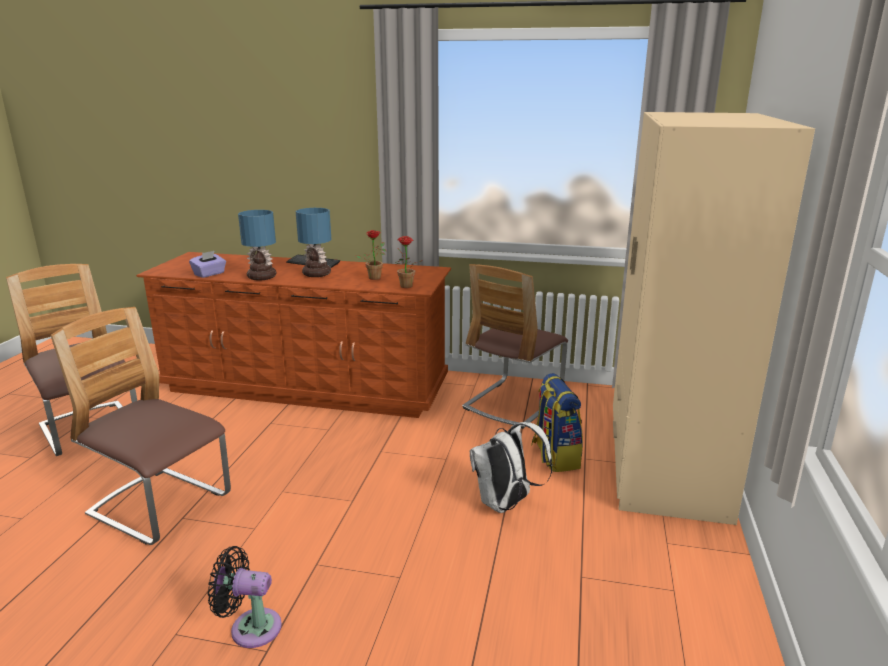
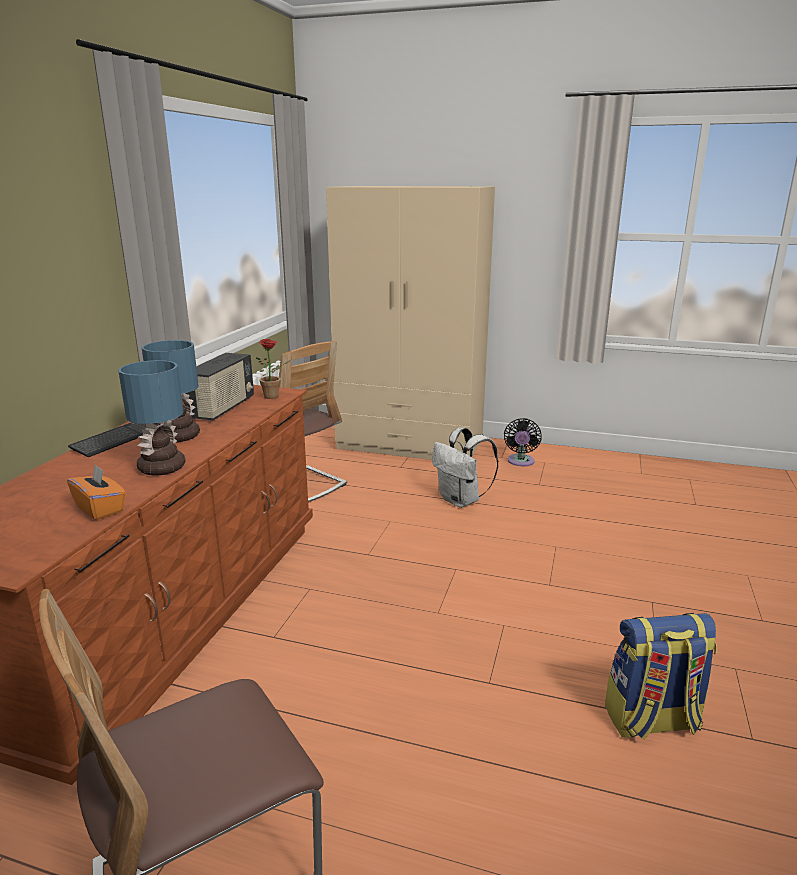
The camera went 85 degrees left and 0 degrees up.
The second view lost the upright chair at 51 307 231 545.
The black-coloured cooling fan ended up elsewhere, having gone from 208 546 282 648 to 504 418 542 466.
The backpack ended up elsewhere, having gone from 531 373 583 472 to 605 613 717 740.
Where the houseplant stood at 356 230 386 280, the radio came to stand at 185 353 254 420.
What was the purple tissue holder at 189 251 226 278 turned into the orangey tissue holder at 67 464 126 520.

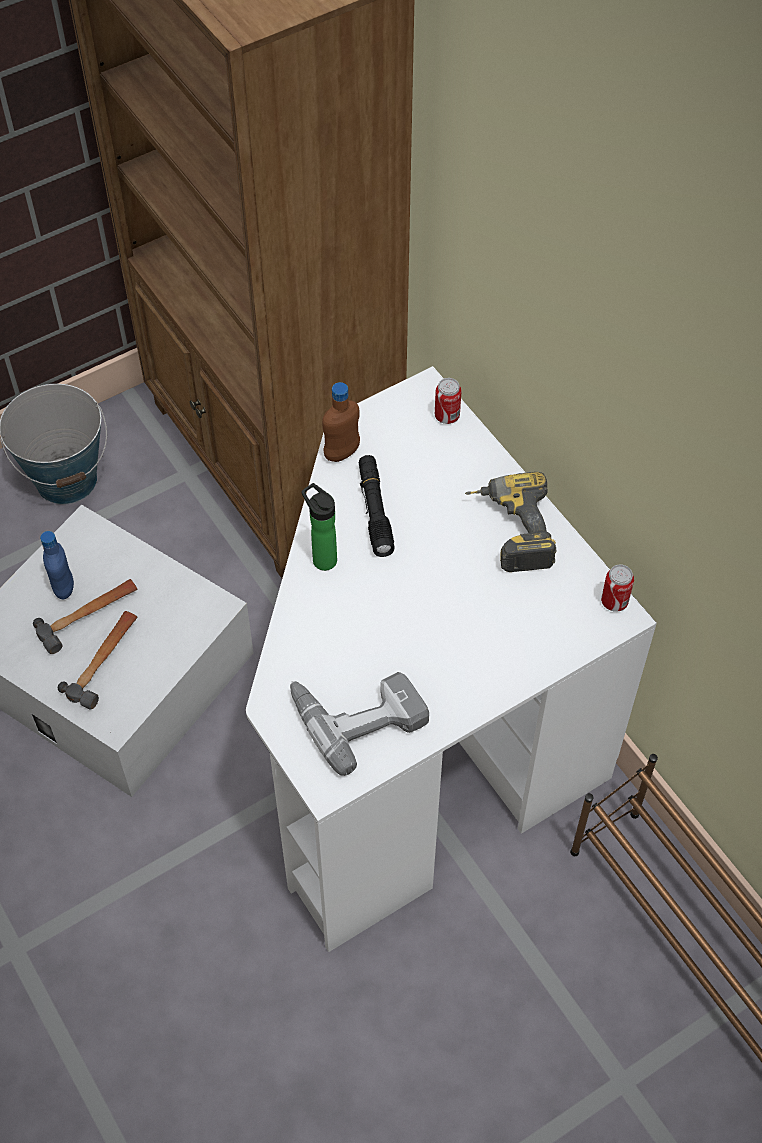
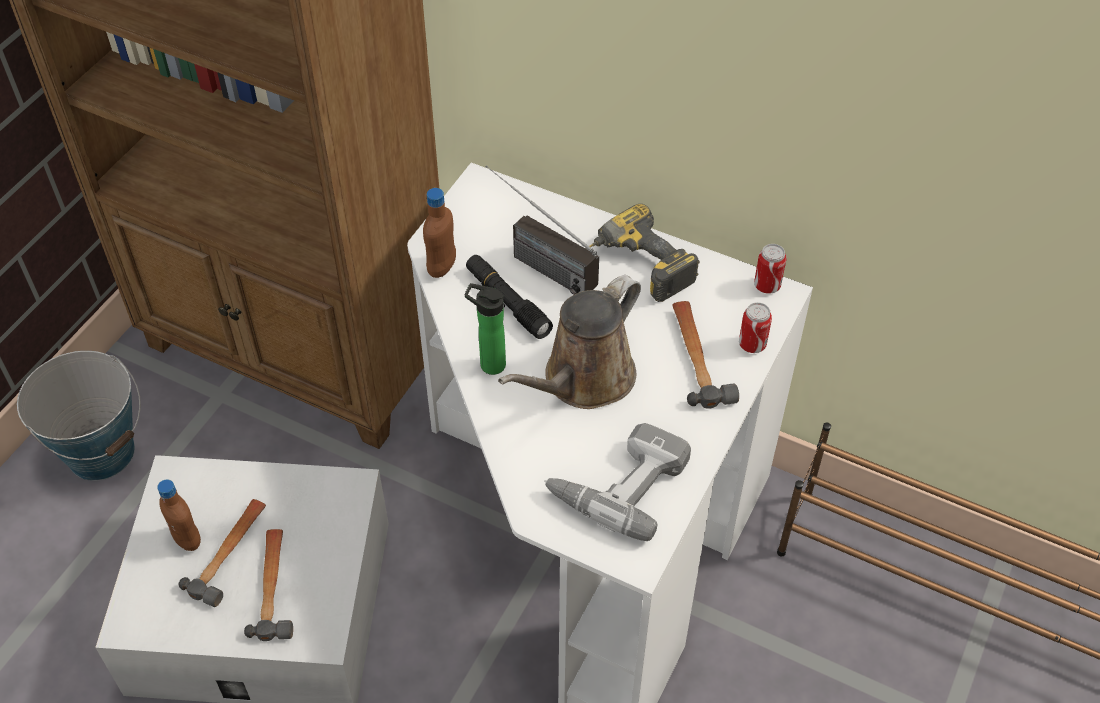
The camera went 30 degrees left and 5 degrees down.
The second view gained the radio at 486 166 599 295.
The second view gained the brown watering can at 498 275 641 409.
The second view gained the hammer at 672 301 739 409.
The metal can ended up elsewhere, having gone from 435 378 462 424 to 739 302 772 353.
What was the blue-coloured beverage bottle at 40 531 74 599 turned into the brown beverage bottle at 157 479 201 551.

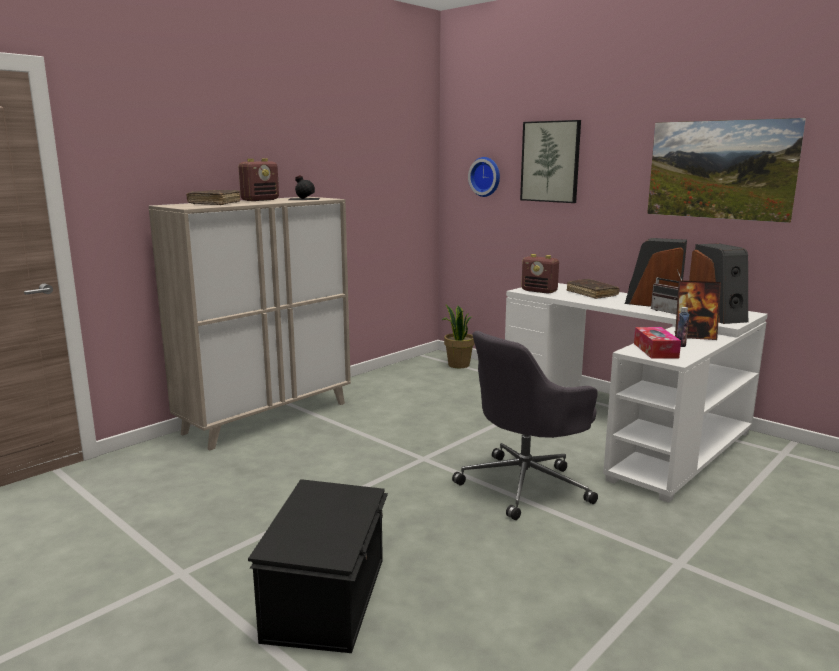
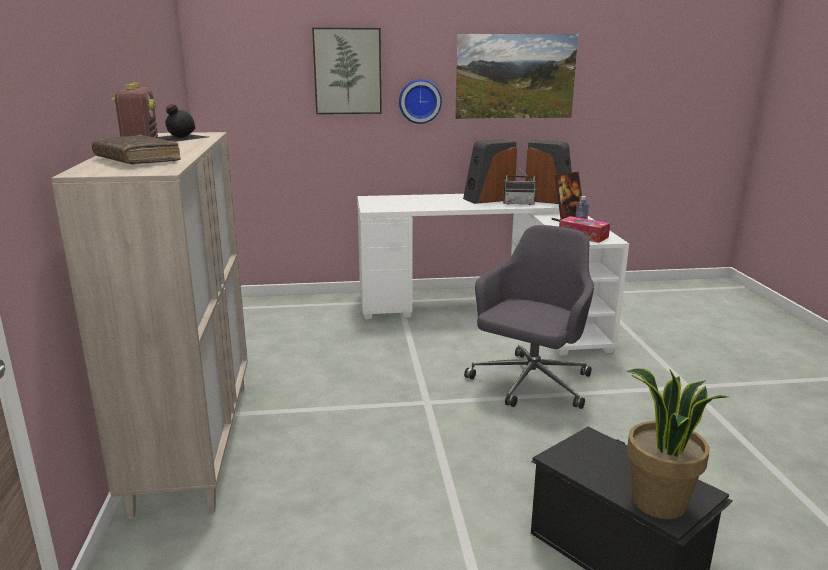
The camera went 50 degrees left and 5 degrees up.
The second view lost the radio at 521 254 559 294.
The second view lost the brown bound book at 567 279 619 299.
The houseplant ended up elsewhere, having gone from 442 305 475 368 to 627 368 728 519.
The clock on the wall ended up elsewhere, having gone from 468 157 500 197 to 399 79 442 124.
The grey desk chair at 452 331 598 520 ended up facing another way, 150 degrees counterclockwise from before.

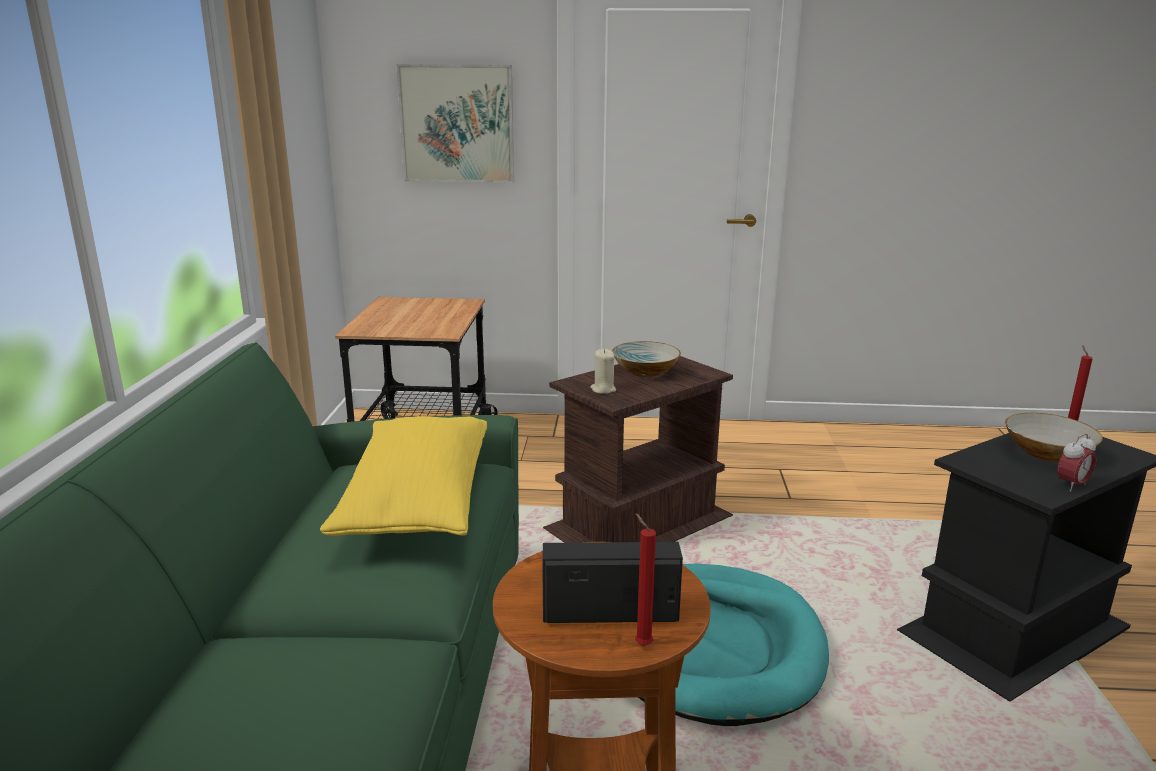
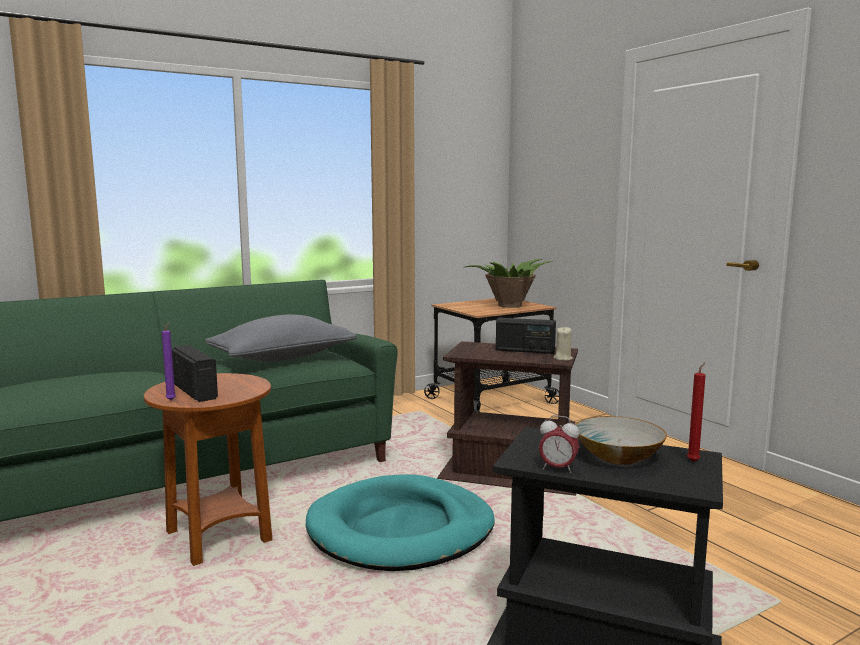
The camera went 55 degrees right and 10 degrees down.
The second view lost the wall art at 397 64 514 183.
The second view gained the houseplant at 465 259 553 308.
The beige candle ended up elsewhere, having gone from 590 349 616 394 to 553 327 573 361.
Where the serving bowl stood at 612 341 681 377, the radio came to stand at 496 318 556 354.
What was the yellow cushion at 320 416 487 536 turned into the grey cushion at 205 314 357 362.
What was the reddish candle at 635 513 656 646 turned into the purple candle at 162 322 176 400.

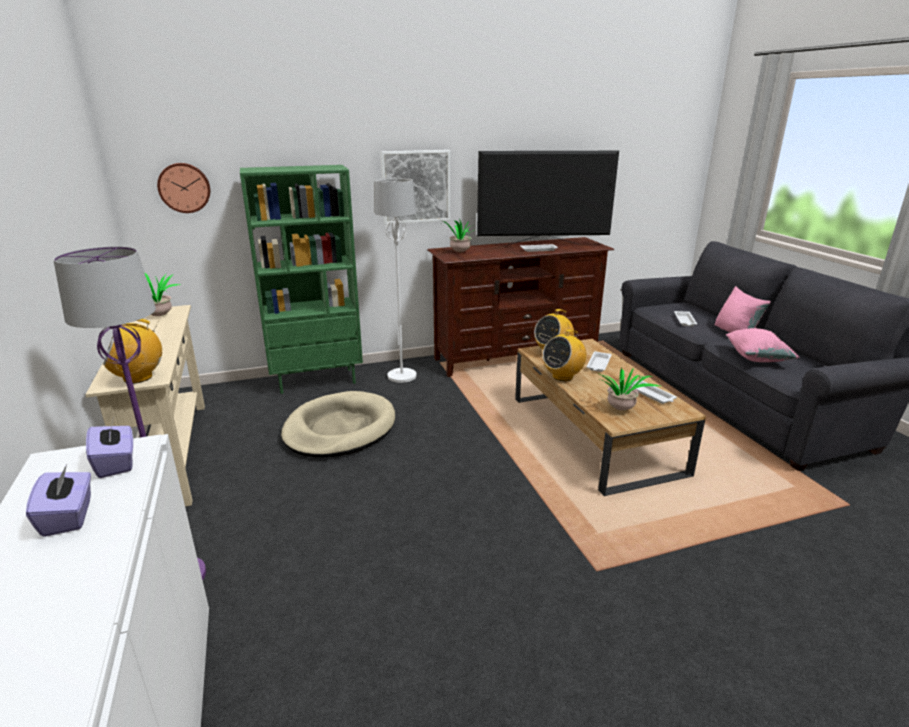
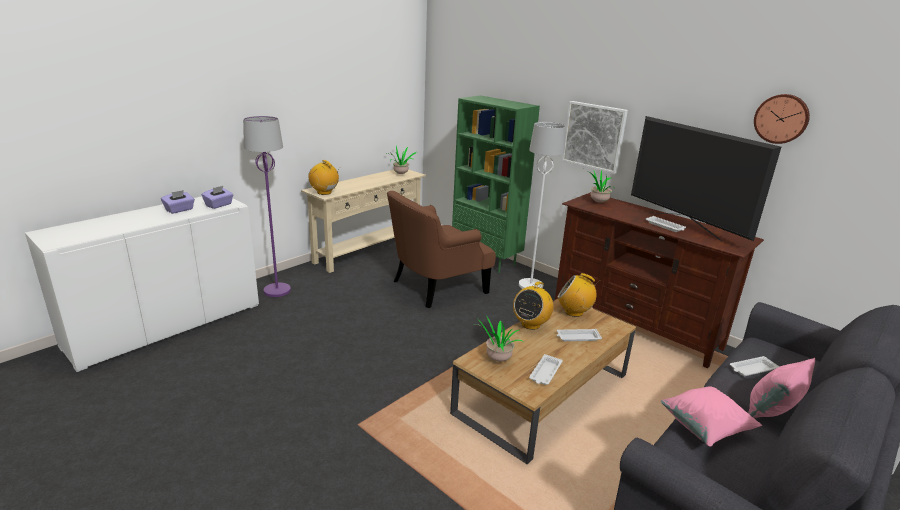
The camera went 60 degrees right and 0 degrees up.
The clock on the wall ended up elsewhere, having gone from 157 163 210 213 to 754 94 810 144.
Where the beige pet bed stood at 281 391 395 458, the brown lounge chair came to stand at 387 191 496 308.
The radio at 543 329 587 381 ended up facing another way, 75 degrees counterclockwise from before.

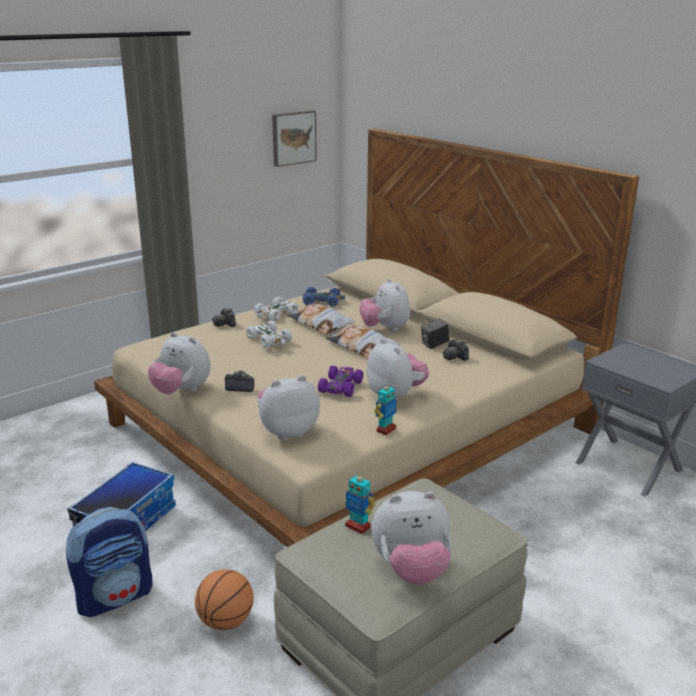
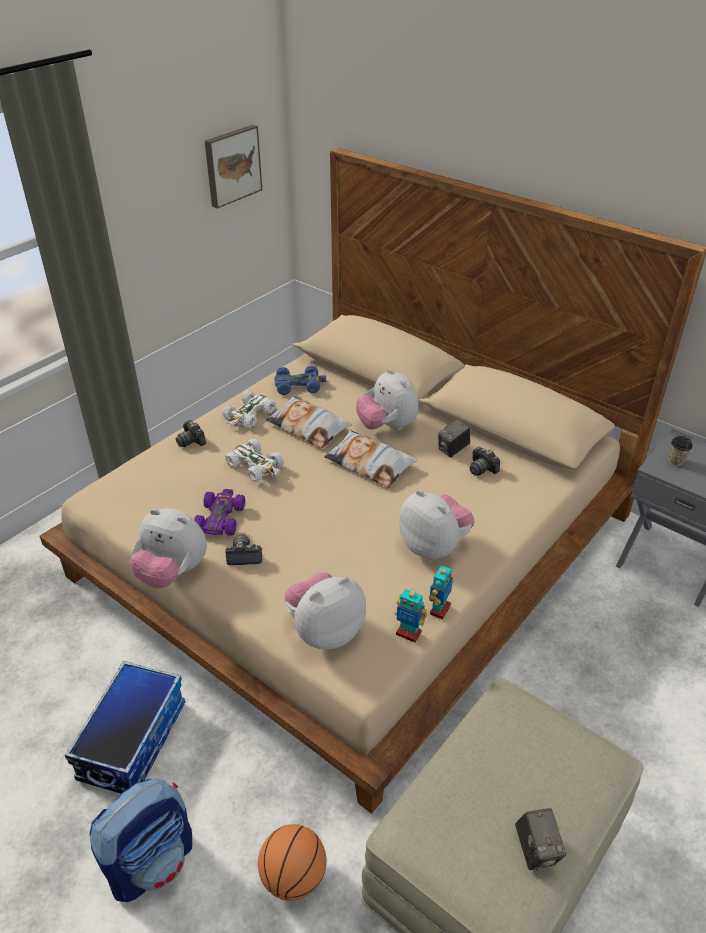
The camera went 10 degrees left and 15 degrees up.
The second view gained the small cup at 668 436 692 466.
The purple miniature car ended up elsewhere, having gone from 318 366 363 397 to 194 489 245 536.
The toy robot ended up elsewhere, having gone from 344 471 375 534 to 394 588 427 643.
Where the plush toy stood at 371 491 452 585, the photo camera came to stand at 515 808 567 871.

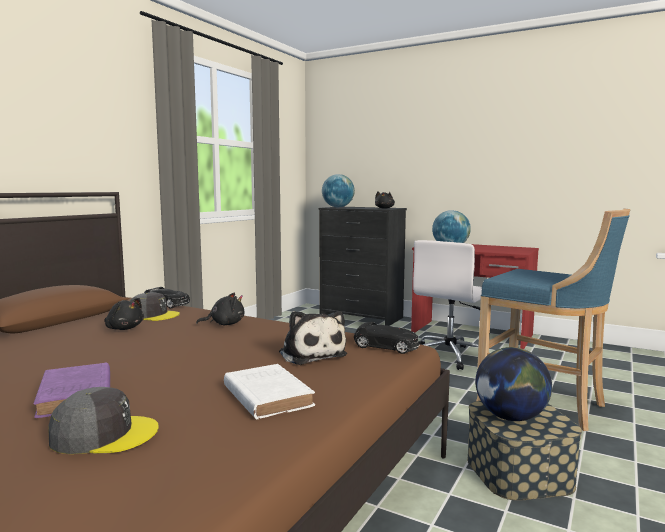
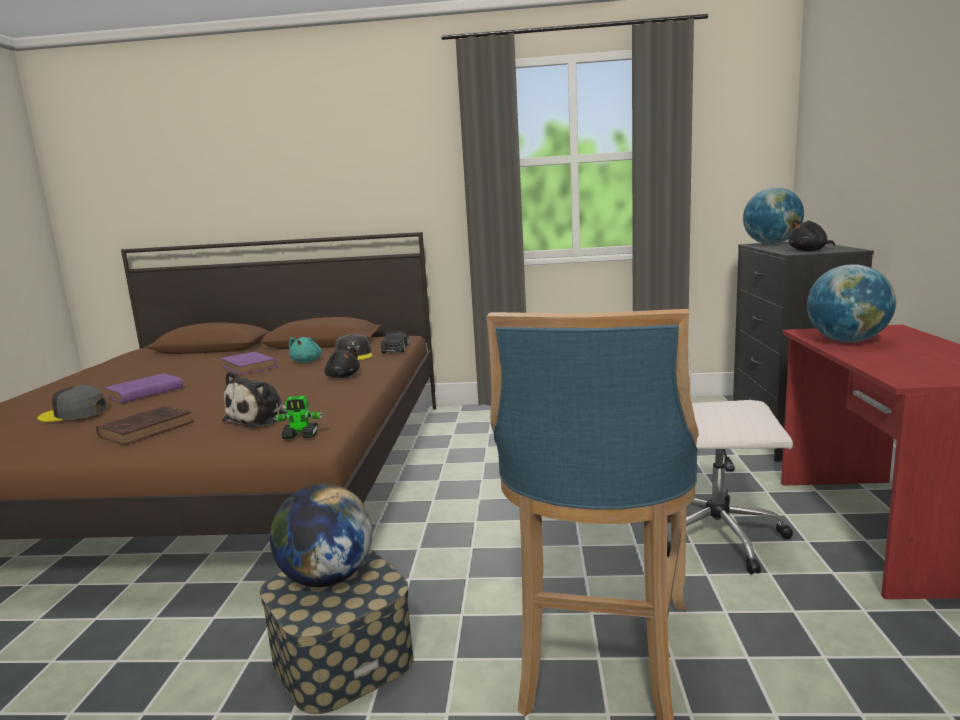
The camera went 65 degrees right and 5 degrees up.
The second view gained the purple bound book at 221 352 277 375.
Where the black-coloured miniature car stood at 354 322 420 354, the toy robot came to stand at 273 396 324 439.
What was the black-coloured plush toy at 104 298 144 330 turned into the blue-green plush toy at 289 337 322 362.
What was the white-coloured bound book at 224 364 315 419 turned into the brown bound book at 96 405 193 446.
The grey peaked cap at 48 387 159 454 ended up facing another way, 120 degrees clockwise from before.

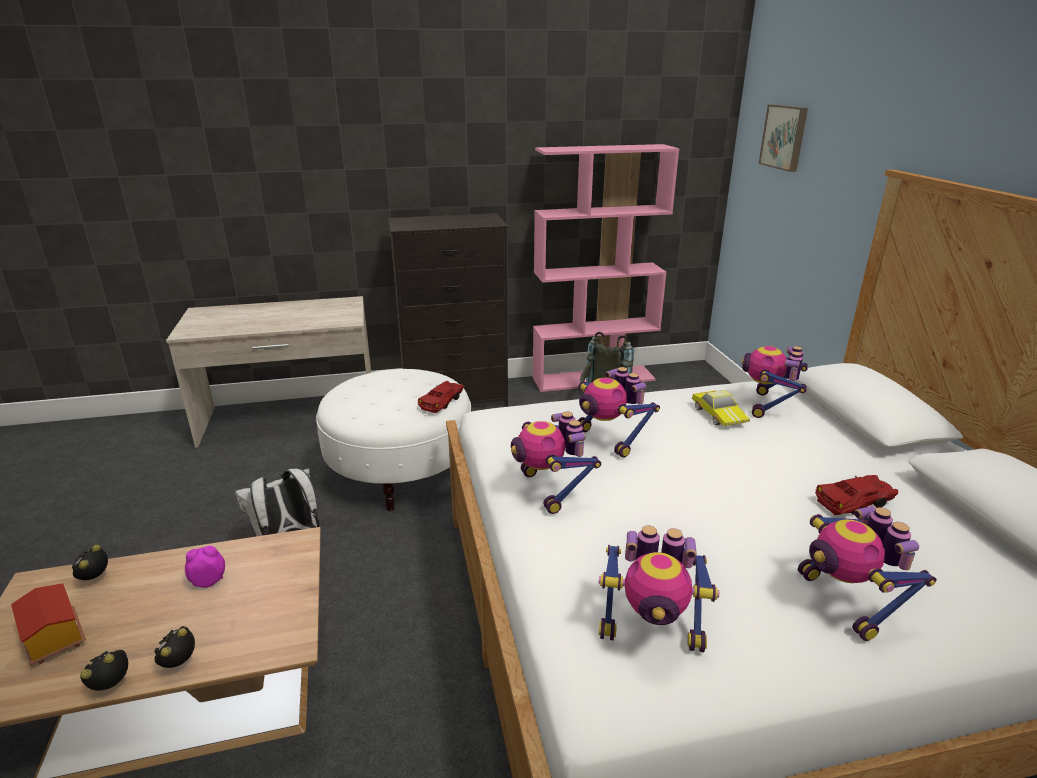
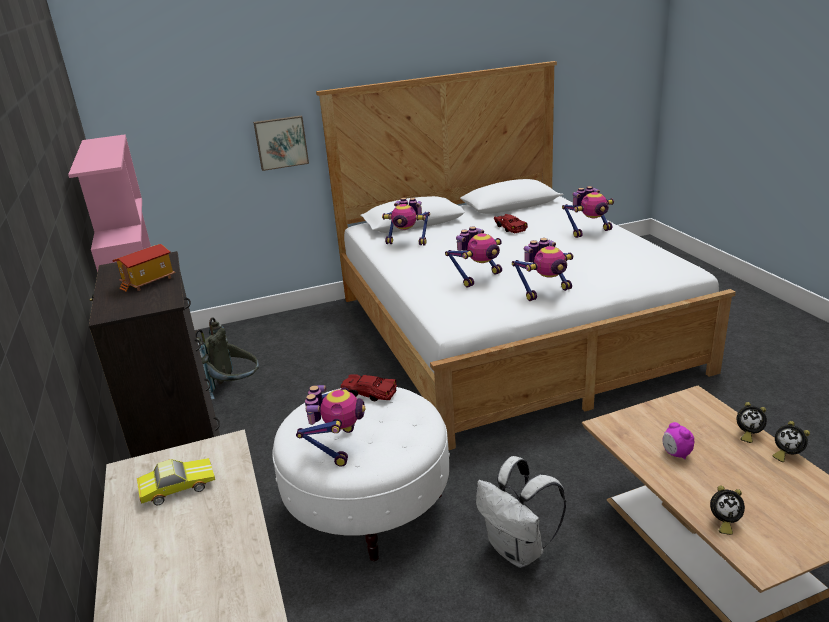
The camera went 95 degrees left and 0 degrees up.
The toy house ended up elsewhere, having gone from 11 583 86 665 to 112 244 176 292.
The toy robot ended up elsewhere, having gone from 599 526 719 652 to 296 385 366 467.
The miniature car ended up elsewhere, having gone from 692 390 750 426 to 137 458 215 505.
The wall art ended up elsewhere, having gone from 759 105 808 172 to 253 116 309 171.

